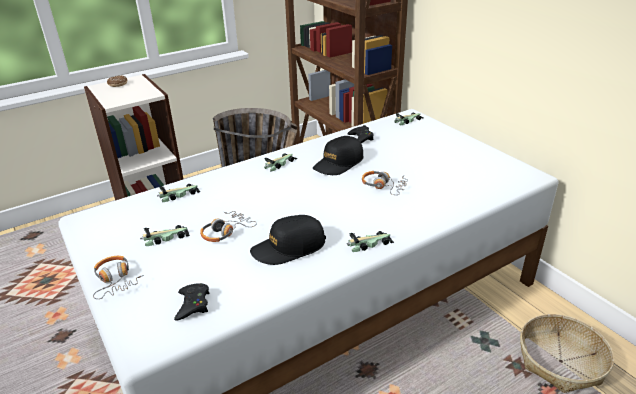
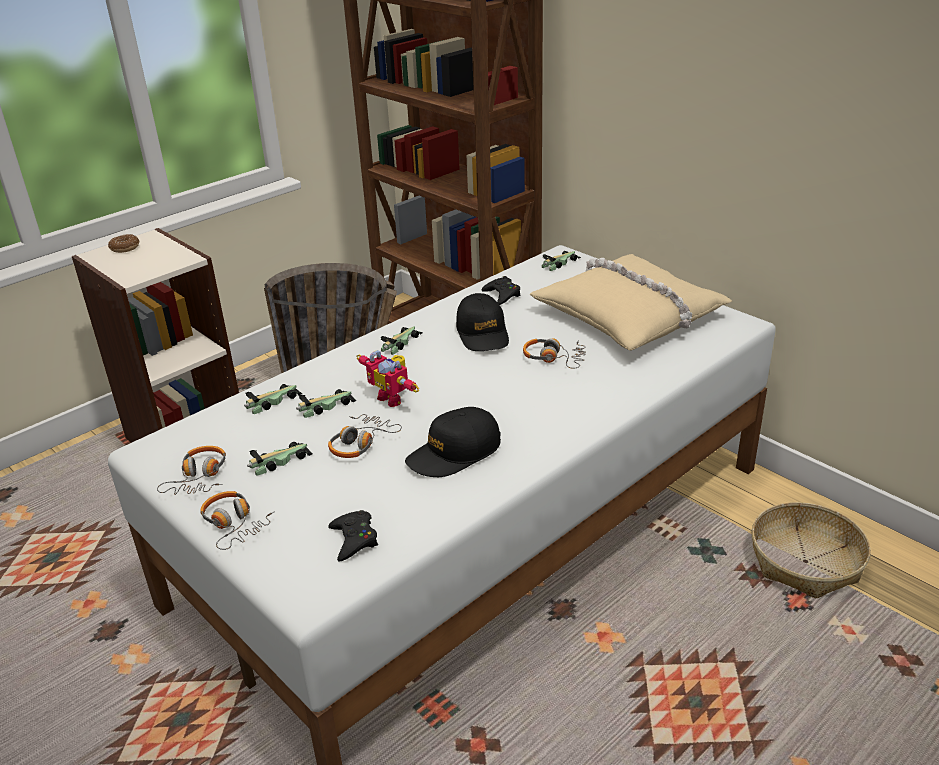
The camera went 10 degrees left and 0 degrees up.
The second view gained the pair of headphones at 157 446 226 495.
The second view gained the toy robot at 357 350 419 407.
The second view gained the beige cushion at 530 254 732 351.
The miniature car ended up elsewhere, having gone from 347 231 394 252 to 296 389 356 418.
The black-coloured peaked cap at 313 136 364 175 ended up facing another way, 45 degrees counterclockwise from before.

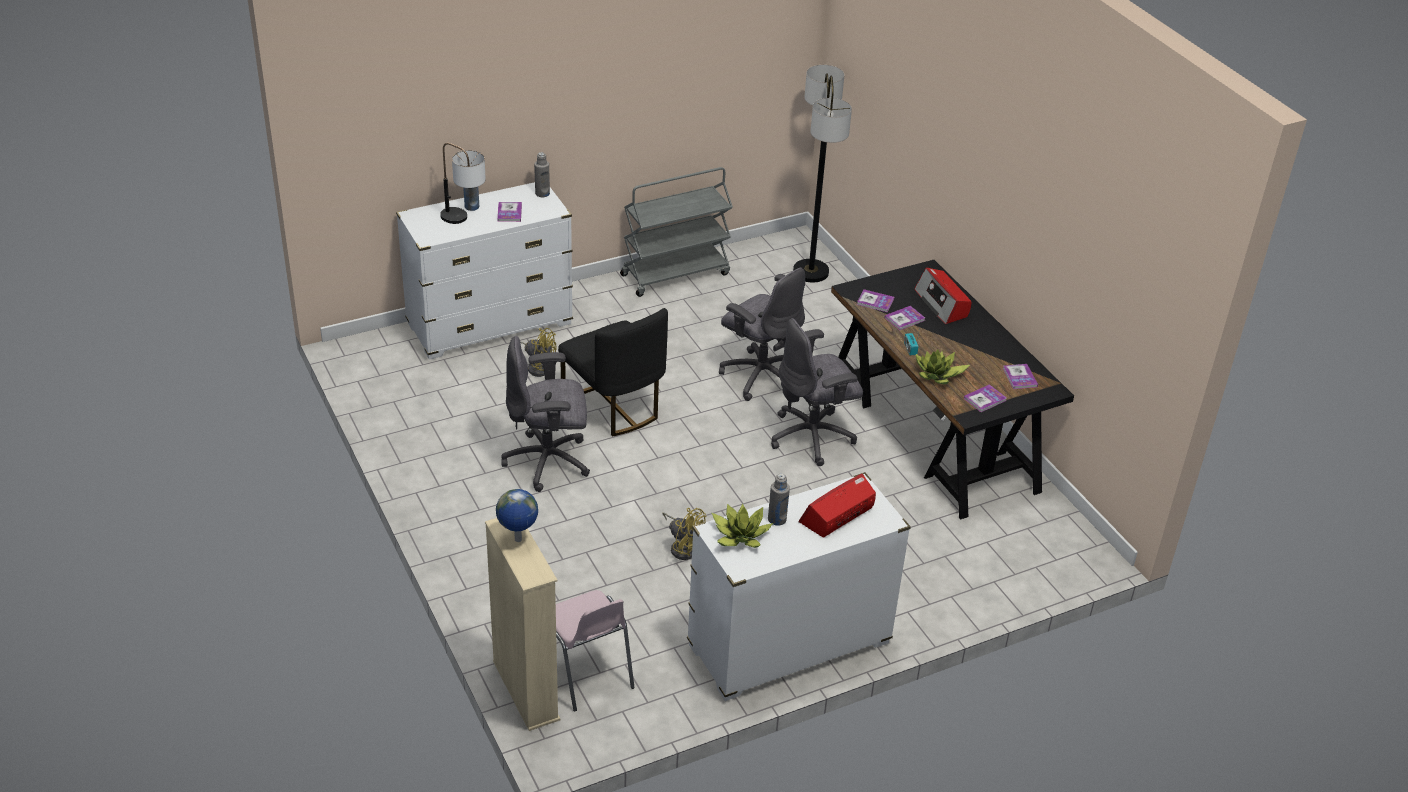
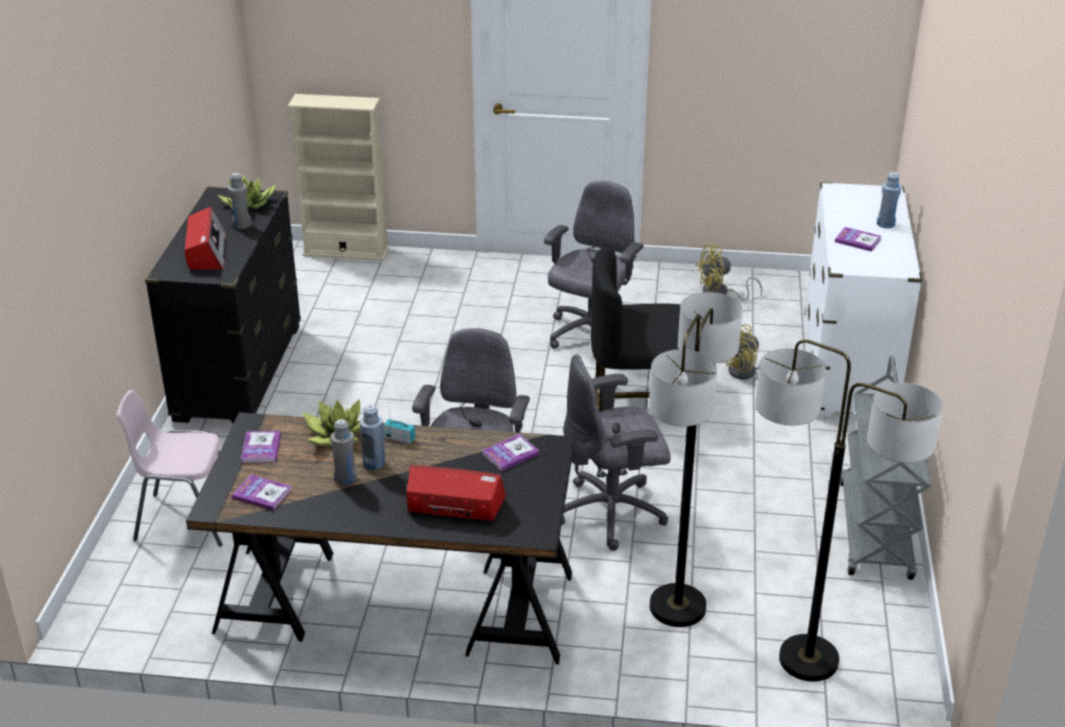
The camera went 125 degrees right and 5 degrees down.
The second view lost the lamp for a table at 440 143 486 224.
The second view lost the globe at 496 489 538 542.
The second view lost the bound book at 885 306 925 330.
The second view gained the blue-coloured beverage bottle at 360 405 385 470.
The second view gained the standing lamp at 649 292 742 627.
The grey beverage bottle ended up elsewhere, having gone from 534 152 550 197 to 331 419 357 485.
The pink-coloured upright chair ended up elsewhere, having gone from 556 590 634 711 to 116 390 223 547.
The yellow cooling fan ended up elsewhere, having gone from 662 508 707 560 to 696 244 762 301.
What was the white-coloured chest of drawers at 687 472 911 701 turned into the black-coloured chest of drawers at 145 186 301 424.

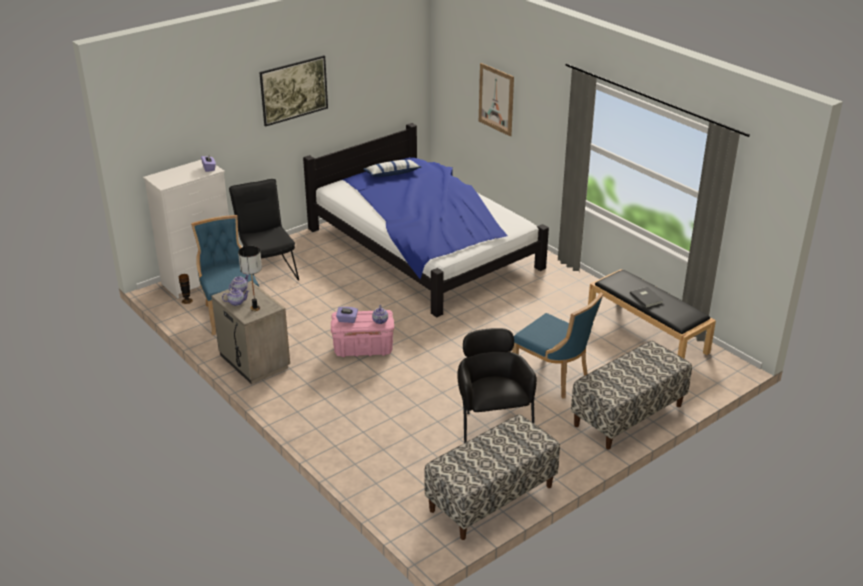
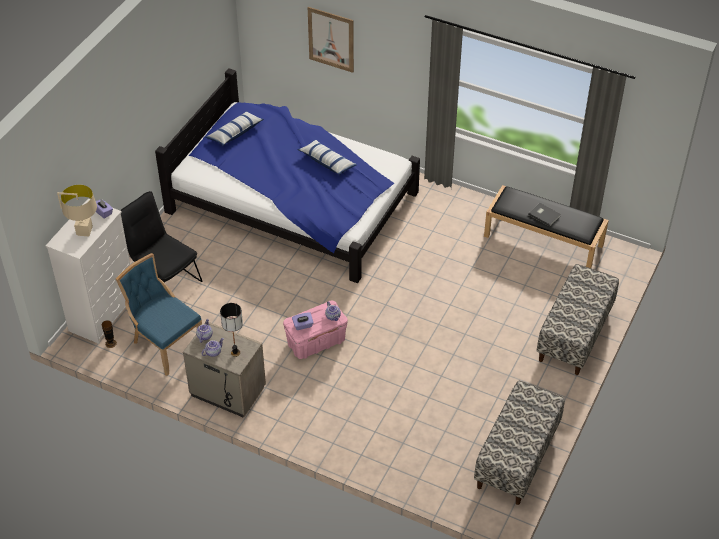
The camera went 25 degrees left and 15 degrees up.
The second view lost the wall art at 259 55 328 127.
The second view lost the black-coloured lounge chair at 457 328 537 443.
The second view lost the blue-coloured upright chair at 512 293 603 399.
The second view gained the beige lamp for a table at 57 184 97 236.
The second view gained the cushion at 297 140 357 175.

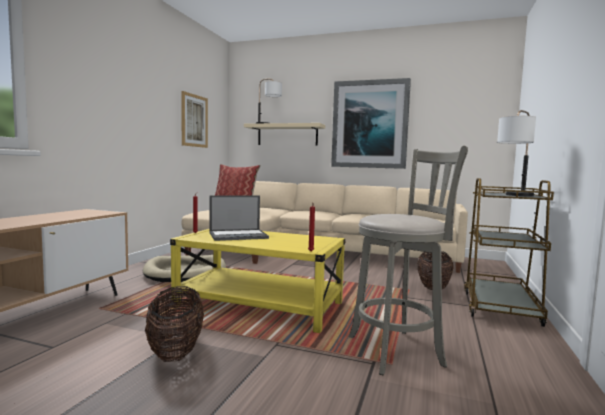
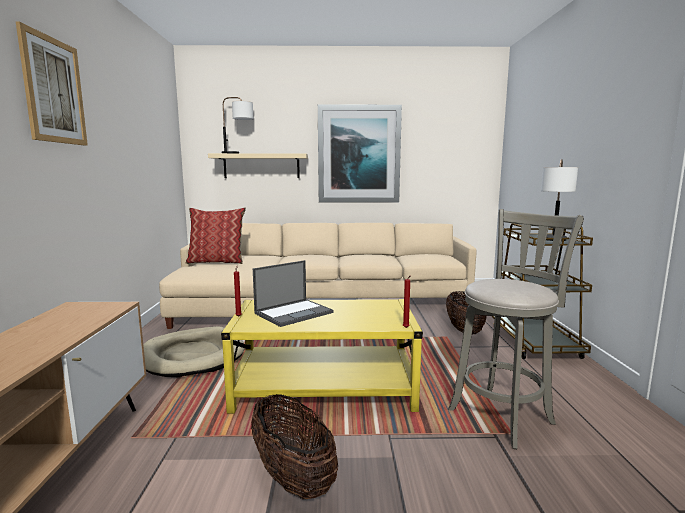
The camera went 20 degrees left and 5 degrees up.
The wall art ended up elsewhere, having gone from 181 91 208 148 to 16 22 88 146.

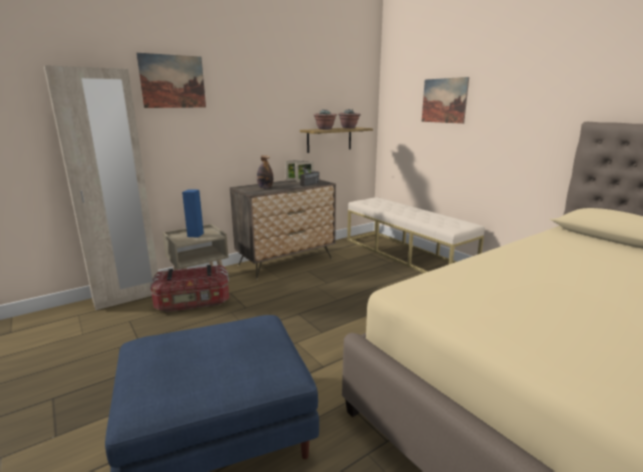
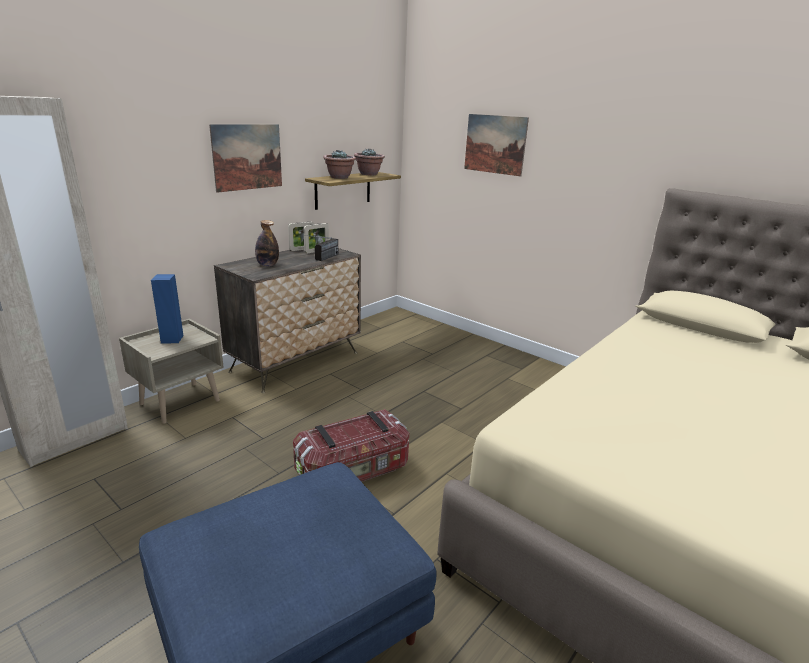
The camera went 15 degrees left and 5 degrees up.
The second view lost the beige indoor bench at 347 197 485 273.
The wall art ended up elsewhere, having gone from 136 53 206 108 to 209 124 282 193.
The storage container ended up elsewhere, having gone from 150 265 229 312 to 293 409 409 482.

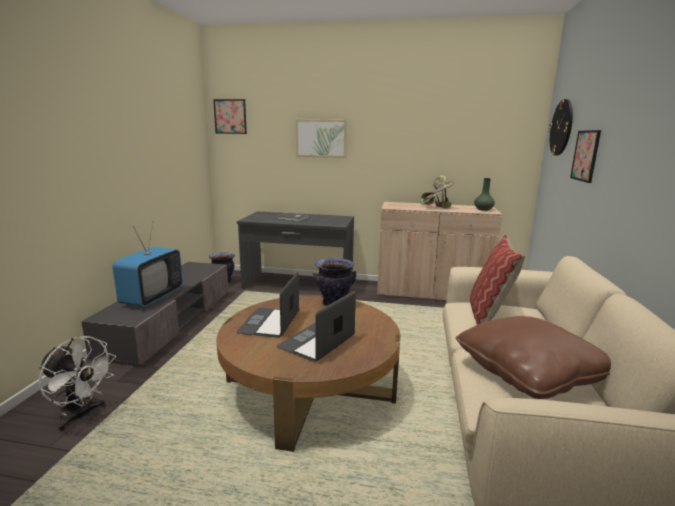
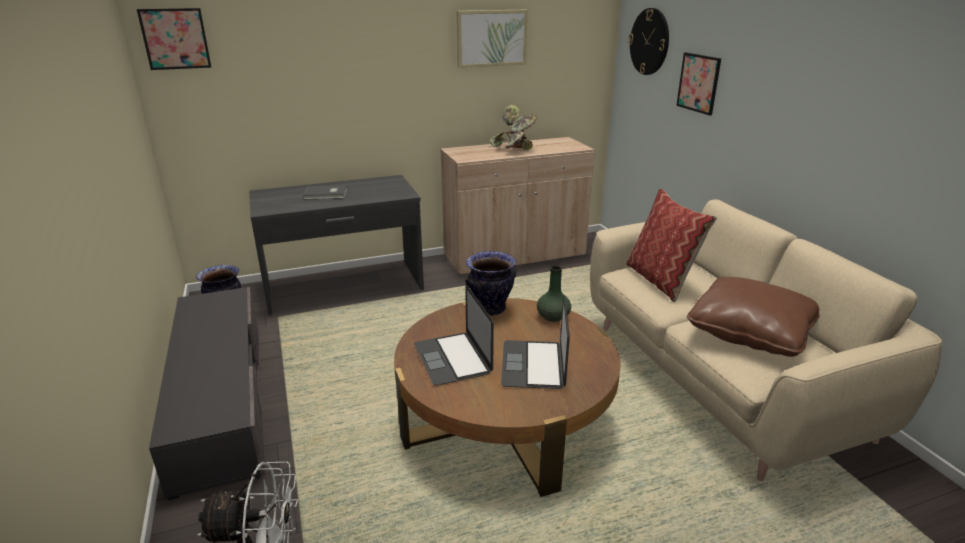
The camera went 30 degrees left and 10 degrees up.
The second view lost the TV at 113 223 183 307.
The wall art ended up elsewhere, having gone from 296 119 347 158 to 457 10 527 68.
The green-coloured vase ended up elsewhere, having gone from 474 178 495 211 to 537 266 571 322.

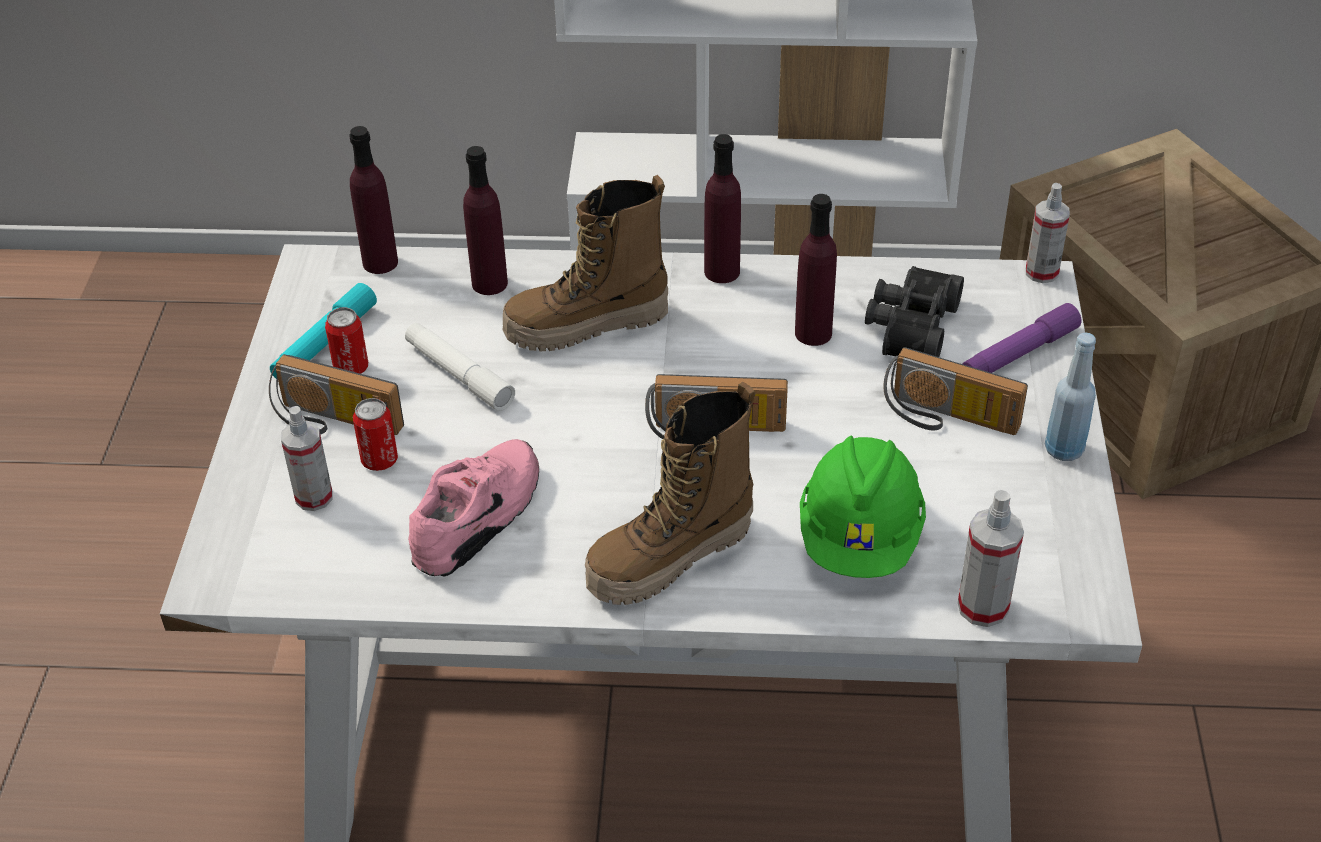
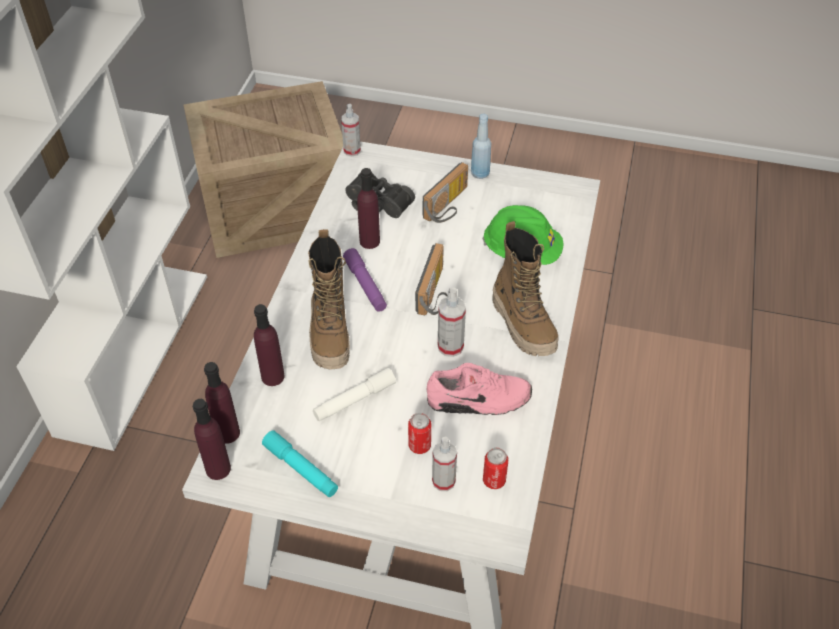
The camera went 80 degrees left and 5 degrees up.
The second view lost the radio at 269 354 404 435.
The metal can ended up elsewhere, having gone from 325 307 368 374 to 483 448 509 489.
The purple beverage bottle ended up elsewhere, having gone from 704 134 741 283 to 193 399 231 480.
The spray bottle ended up elsewhere, having gone from 958 490 1024 627 to 438 288 466 357.
The purple hand torch ended up elsewhere, having gone from 963 303 1082 373 to 343 248 387 312.
The pink-coloured item of footwear at 408 439 539 577 ended up facing another way, 135 degrees clockwise from before.

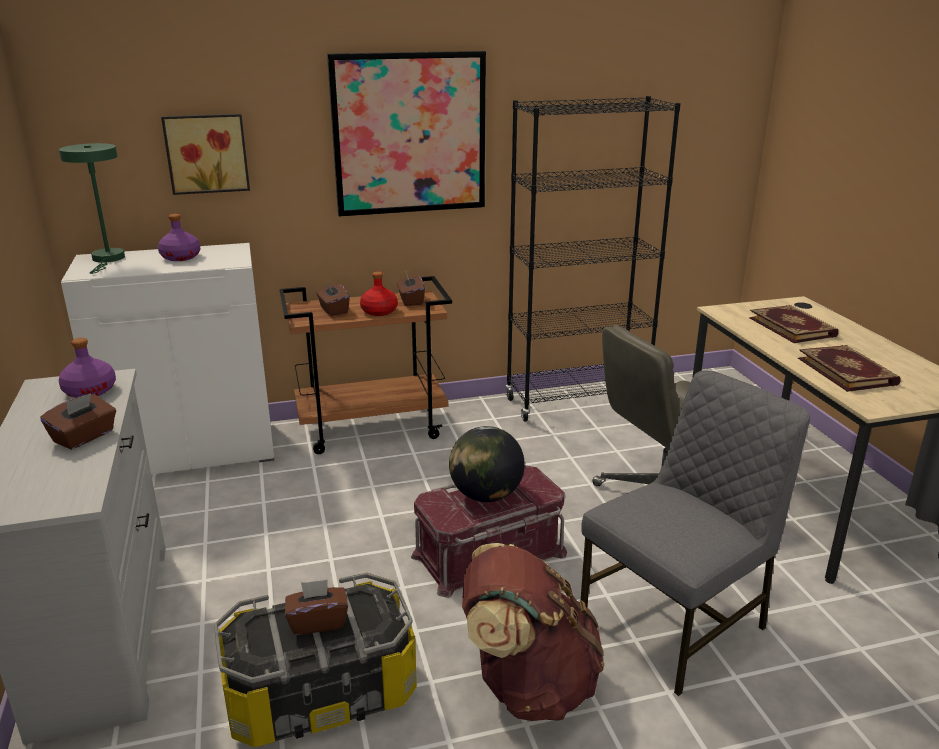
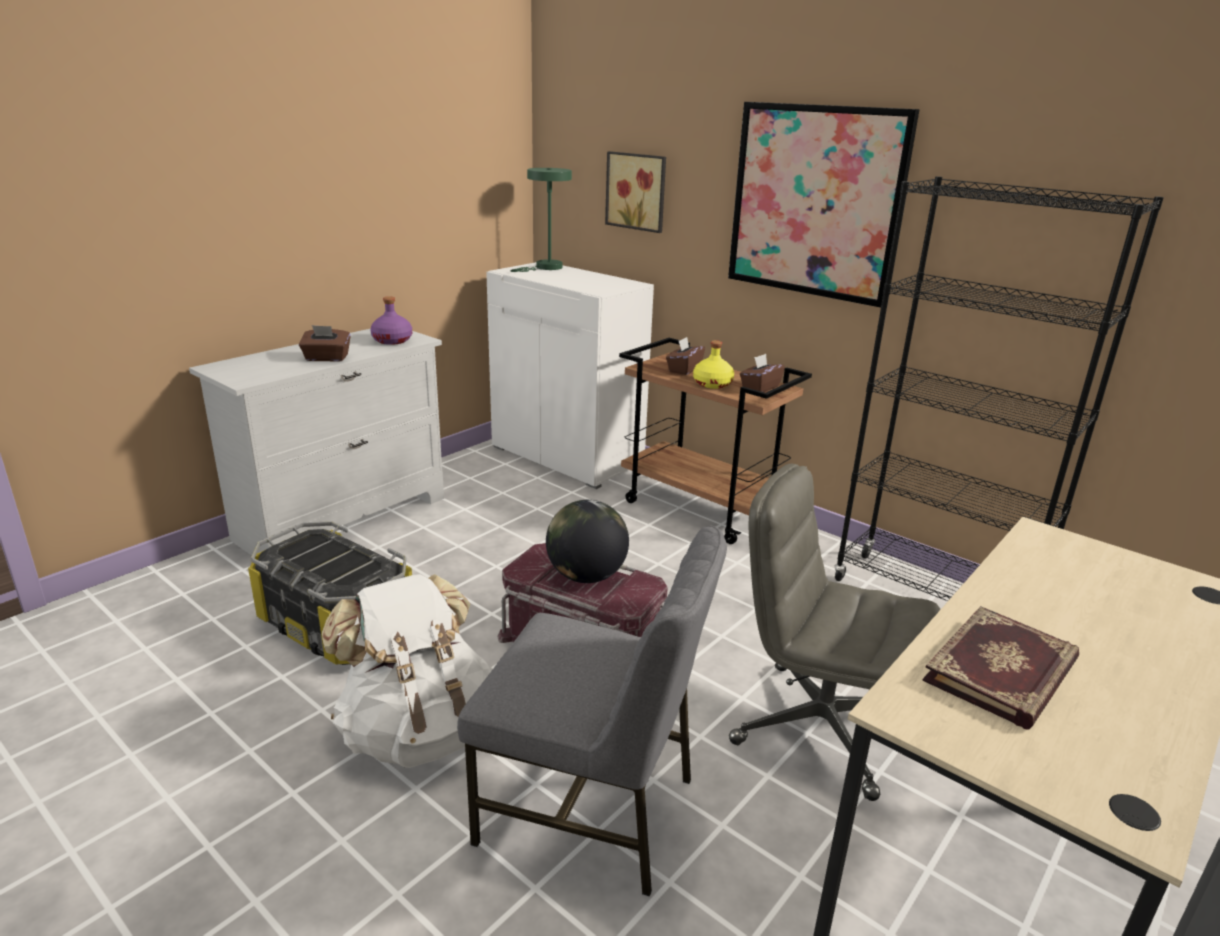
The camera went 55 degrees right and 0 degrees up.
The second view lost the purple beverage bottle at 158 214 200 261.
The second view lost the brown tissue holder at 285 579 348 635.
The second view lost the bound book at 749 305 839 343.
What was the reddish beverage bottle at 360 272 398 316 turned into the yellow beverage bottle at 693 340 734 389.
What was the brown backpack at 462 543 604 721 turned into the white-coloured backpack at 322 574 493 768.

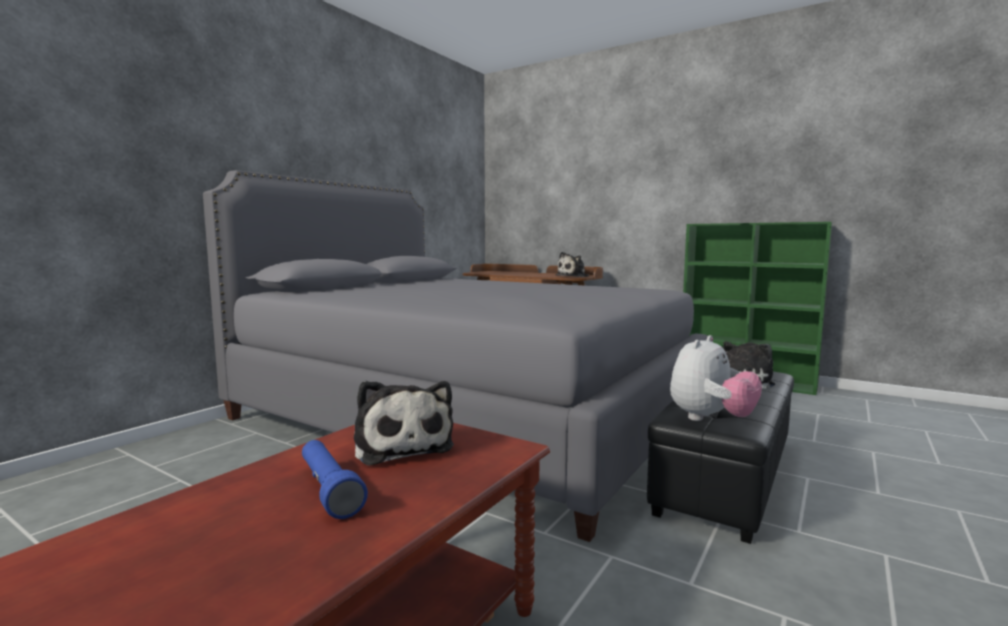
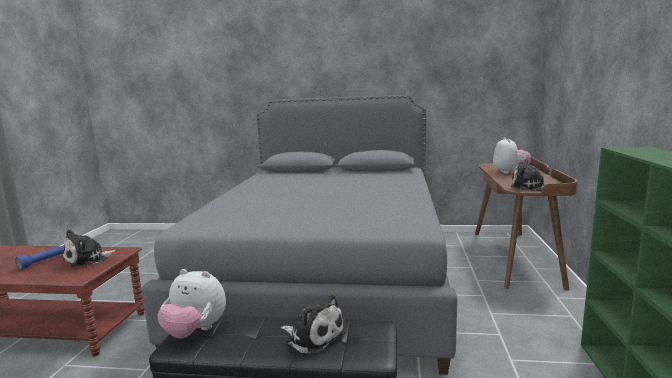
The camera went 65 degrees right and 5 degrees up.
The second view gained the plush toy at 493 137 531 174.

